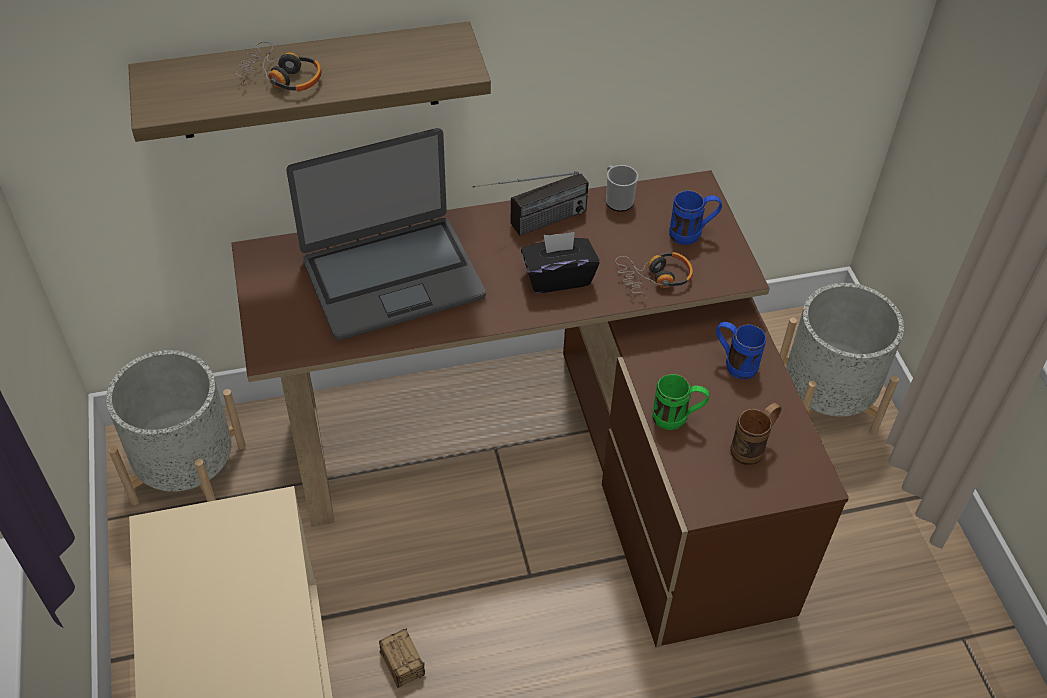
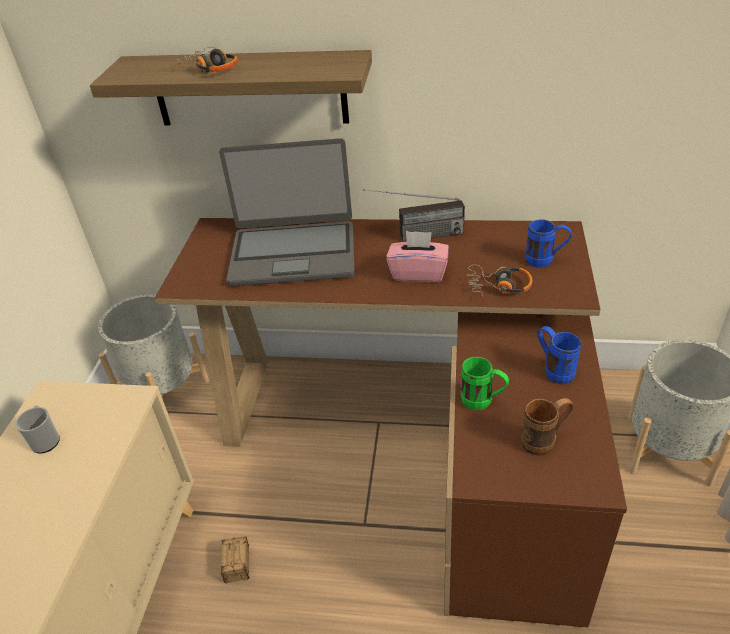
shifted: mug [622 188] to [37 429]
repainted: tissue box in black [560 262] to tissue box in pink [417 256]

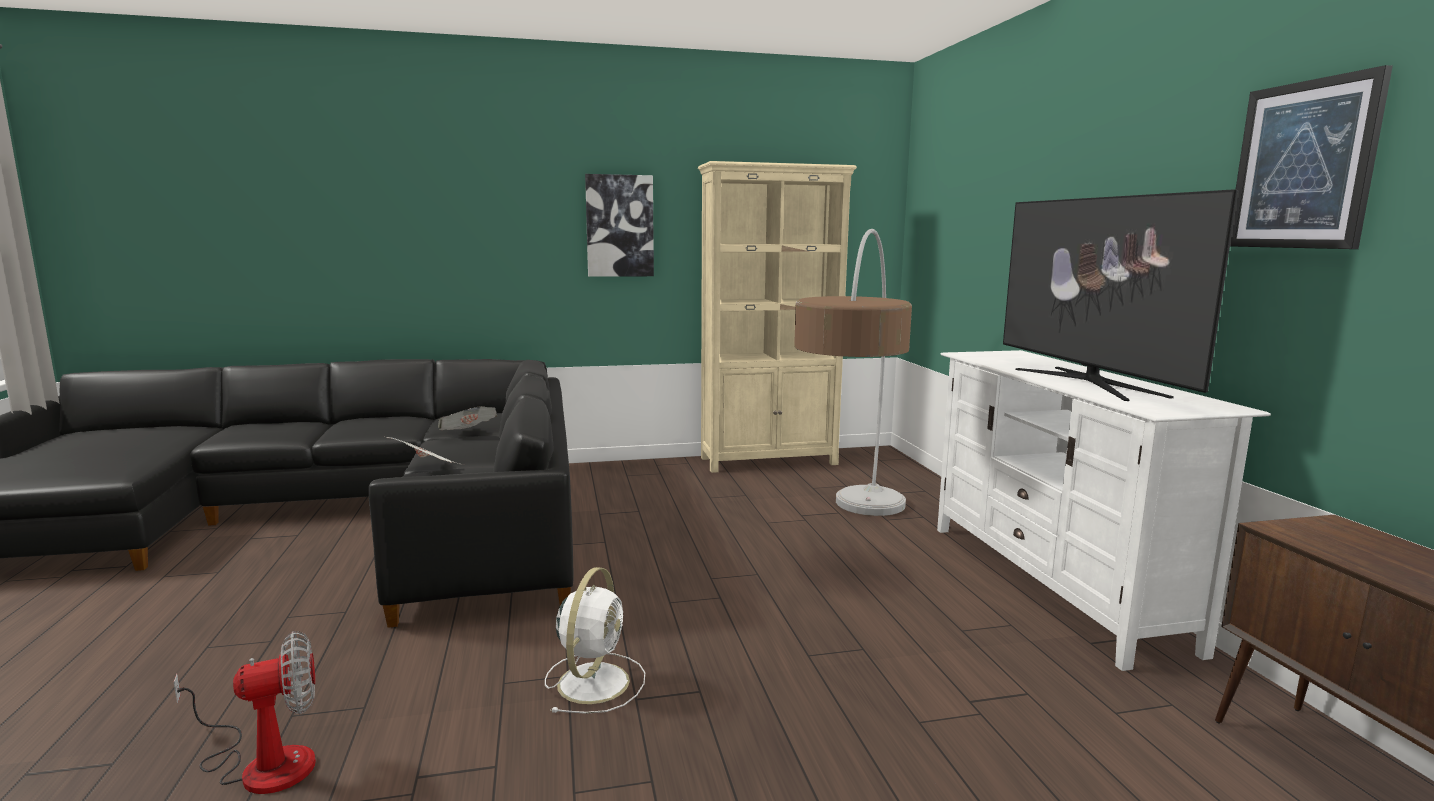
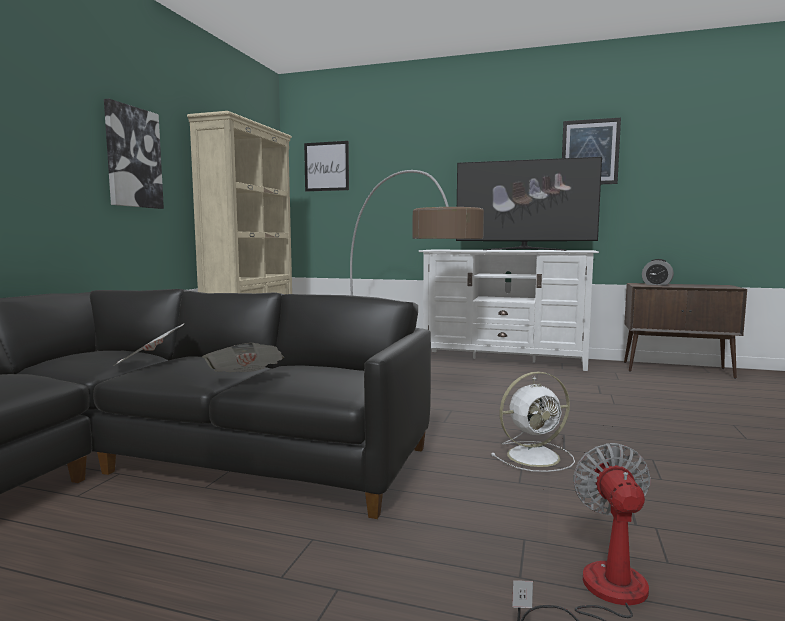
new: picture [326 166]; alarm clock [658 272]
rotated: fan in white [595 640] = [533 422] 120 degrees clockwise

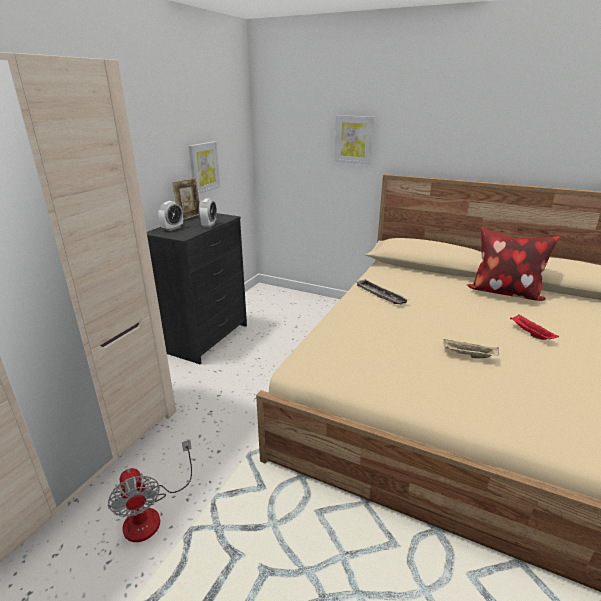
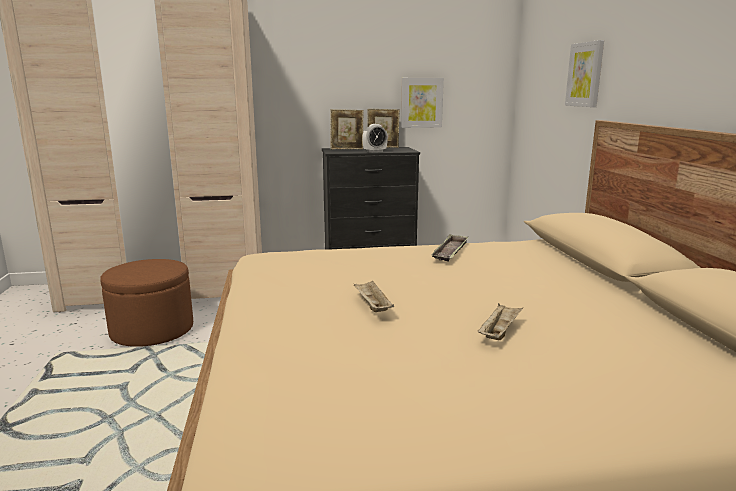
gone: pillow [513 264]
swapped: fan [150 491] to ottoman in brown [146 303]; alarm clock [170 216] to picture frame [347 129]
repainted: tray in red [534 327] to tray in beige [500 321]

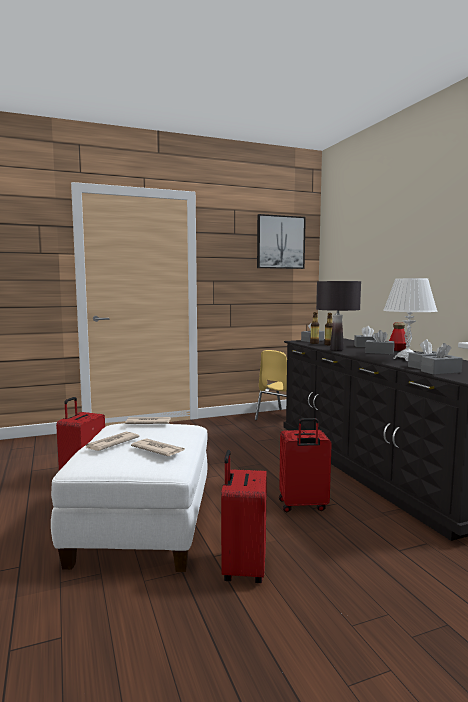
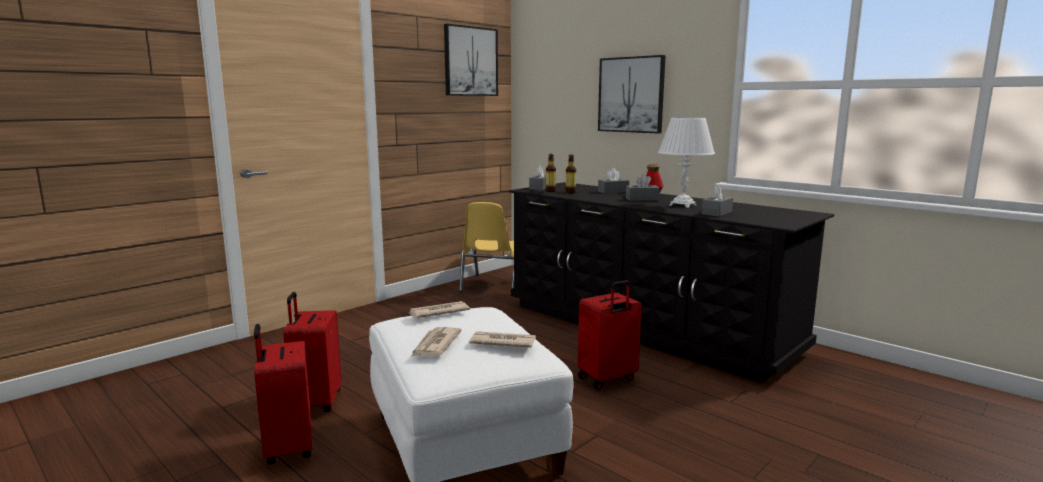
gone: table lamp in black [338 316]; tissue box in grey [442 359]
new: picture [632 94]
shifted: suitcase in red [244 516] to [283 394]

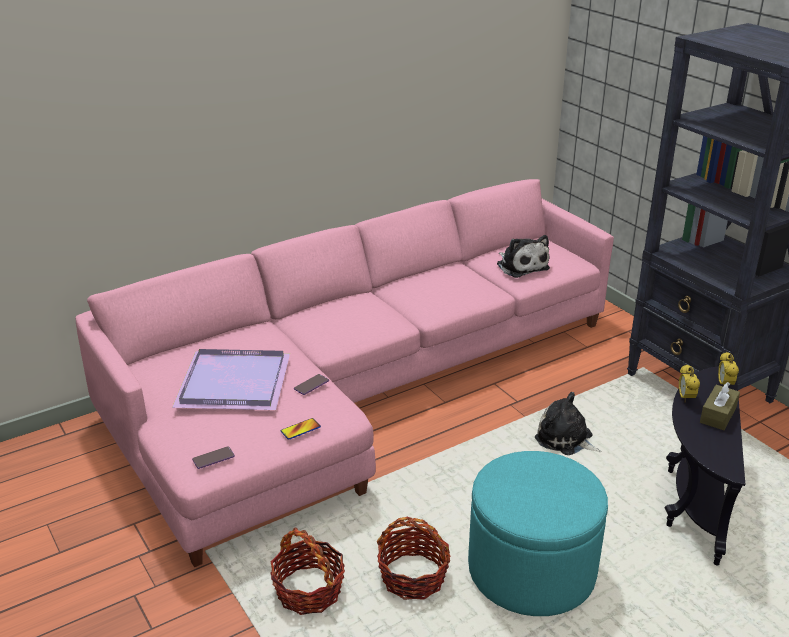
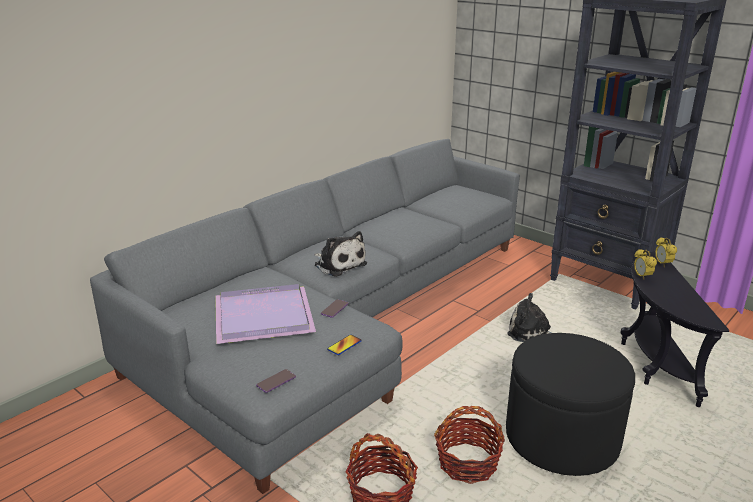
gone: tissue box in brown [720 406]
shifted: plush toy [523 256] to [340 254]
repainted: sofa in pink [344 373] to sofa in grey [305 316]; ottoman in turquoise [538 533] to ottoman in black [570 404]

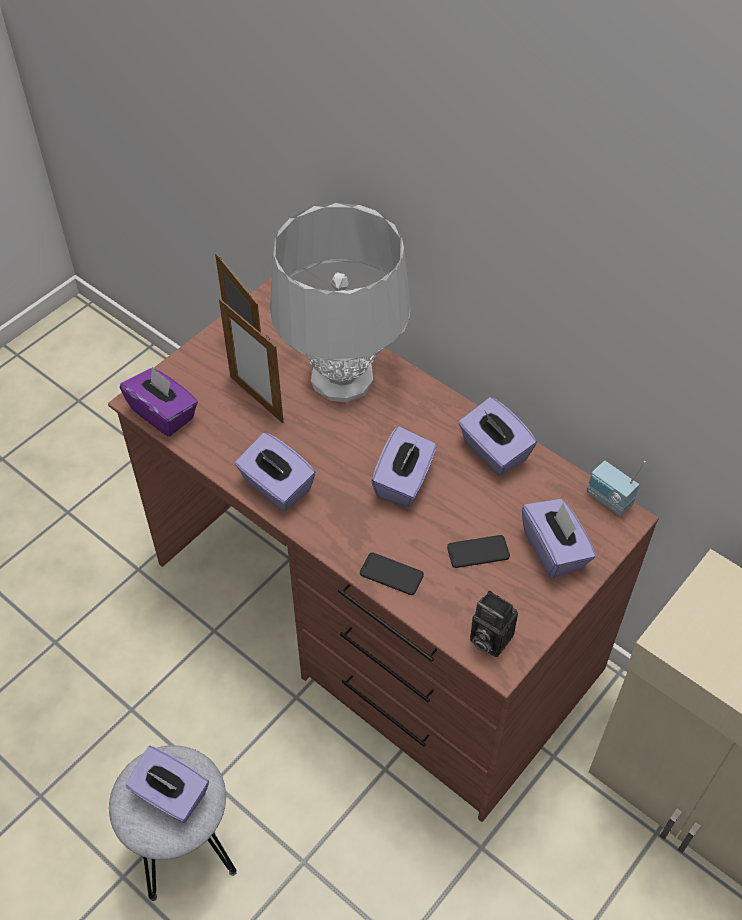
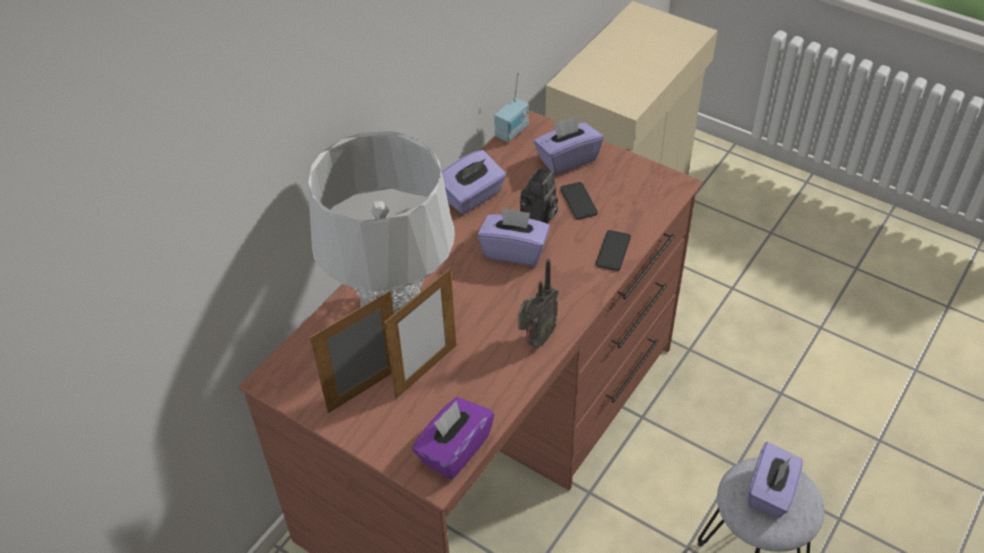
shifted: photo camera [494 624] to [539 195]
swapped: tissue box in purple [275 472] to radio [538 303]

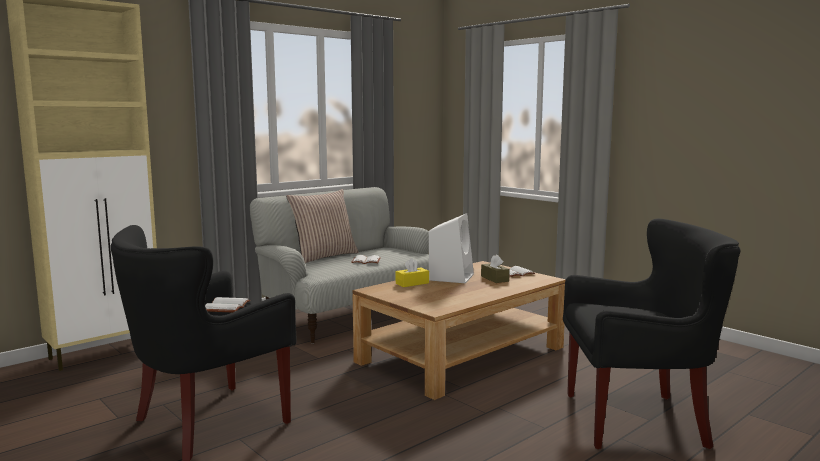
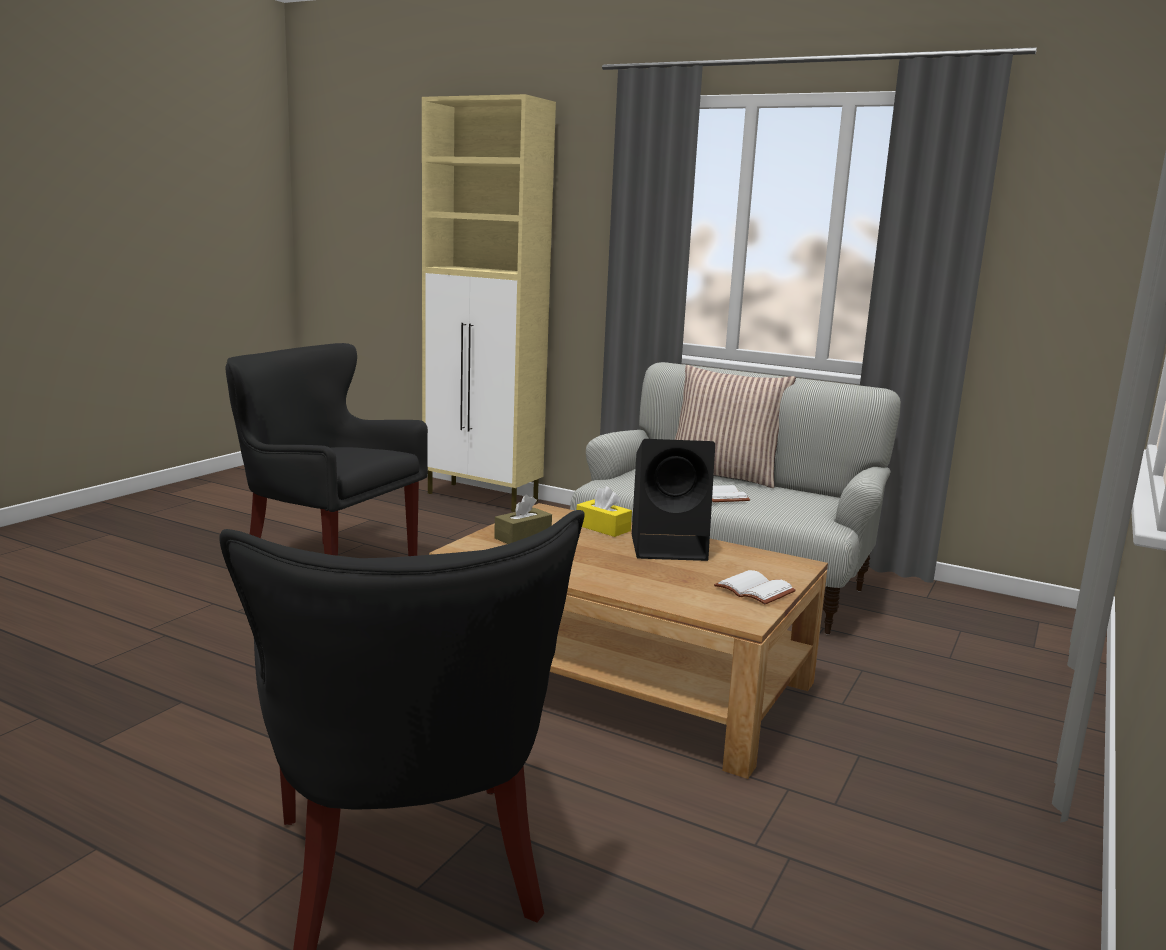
gone: book in white [228 304]
shifted: tissue box in brown [495 268] to [523 519]
repainted: speaker in white [451 248] to speaker in black [673 500]

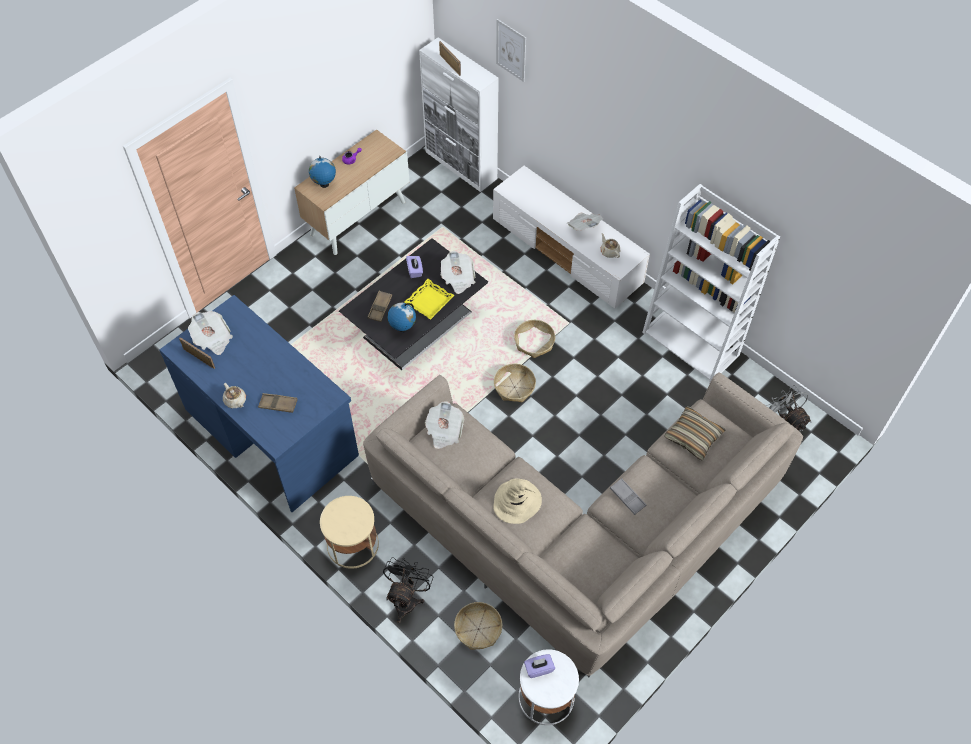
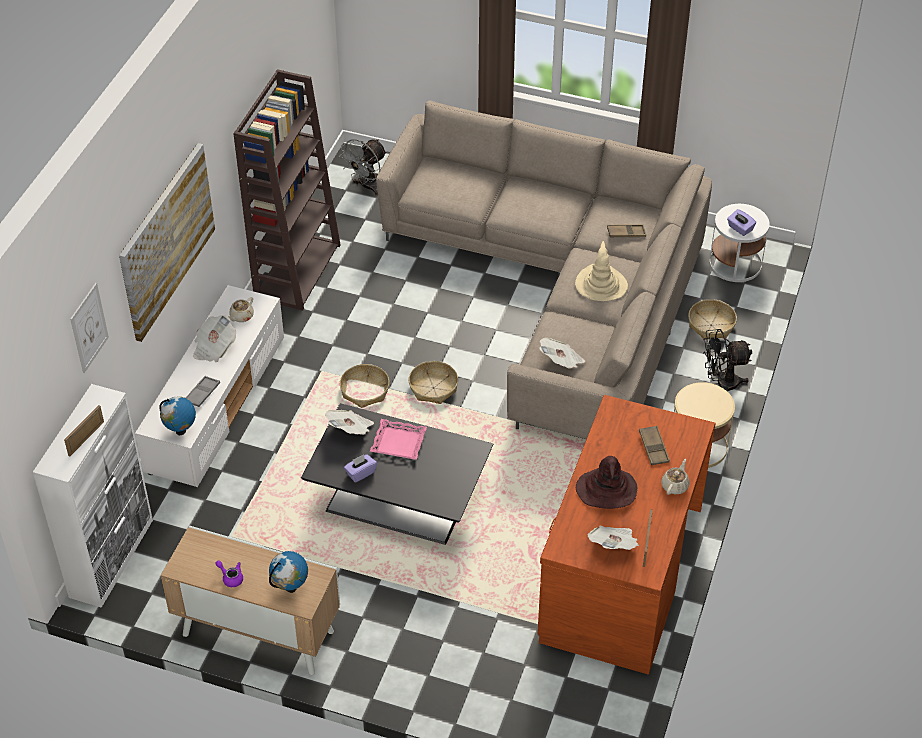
gone: pillow [695 433]
new: picture [167 242]; hat in brown [606 482]
shifted: tray in brown [379 306] to [626 231]; globe [401 318] to [177 415]; tray in grey [628 496] to [203 391]
repainted: desk in blue [259 403] to desk in brown [626 534]; tray in yellow [429 299] to tray in pink [398 439]; bookcase in white [711 283] to bookcase in brown [287 190]

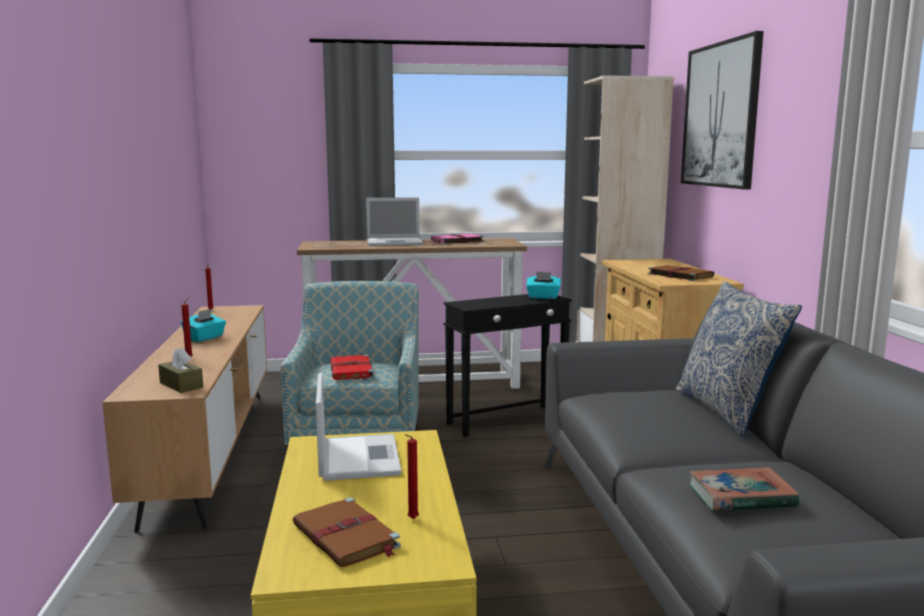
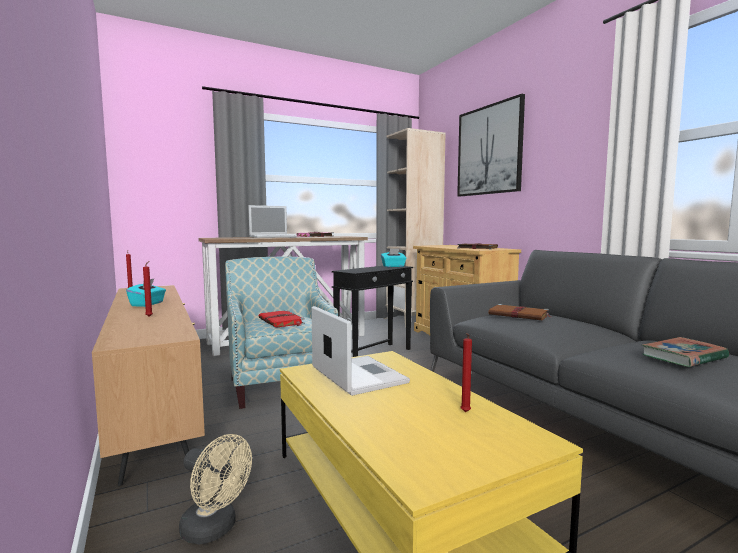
gone: tissue box in brown [180 370]; pillow [739 358]
new: fan in beige [215 489]
shifted: book in brown [347 532] to [520 312]

